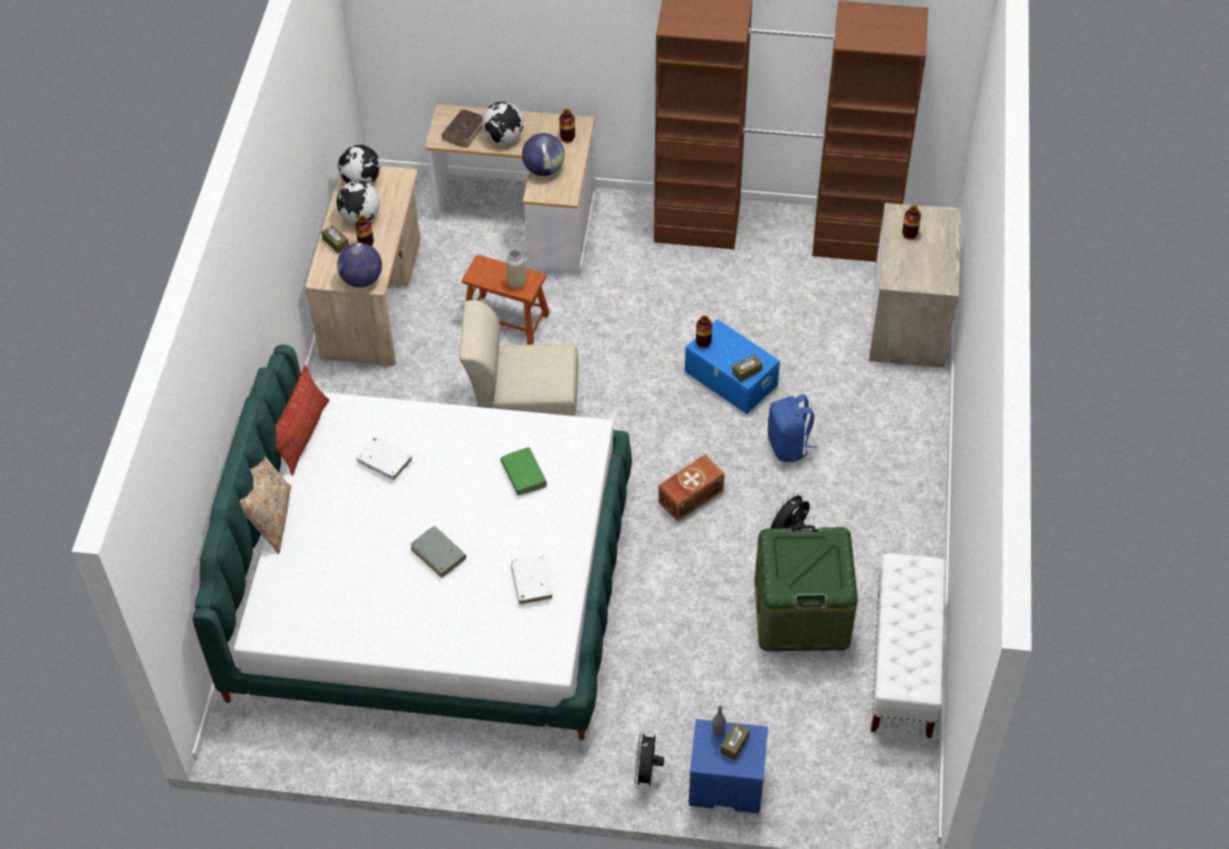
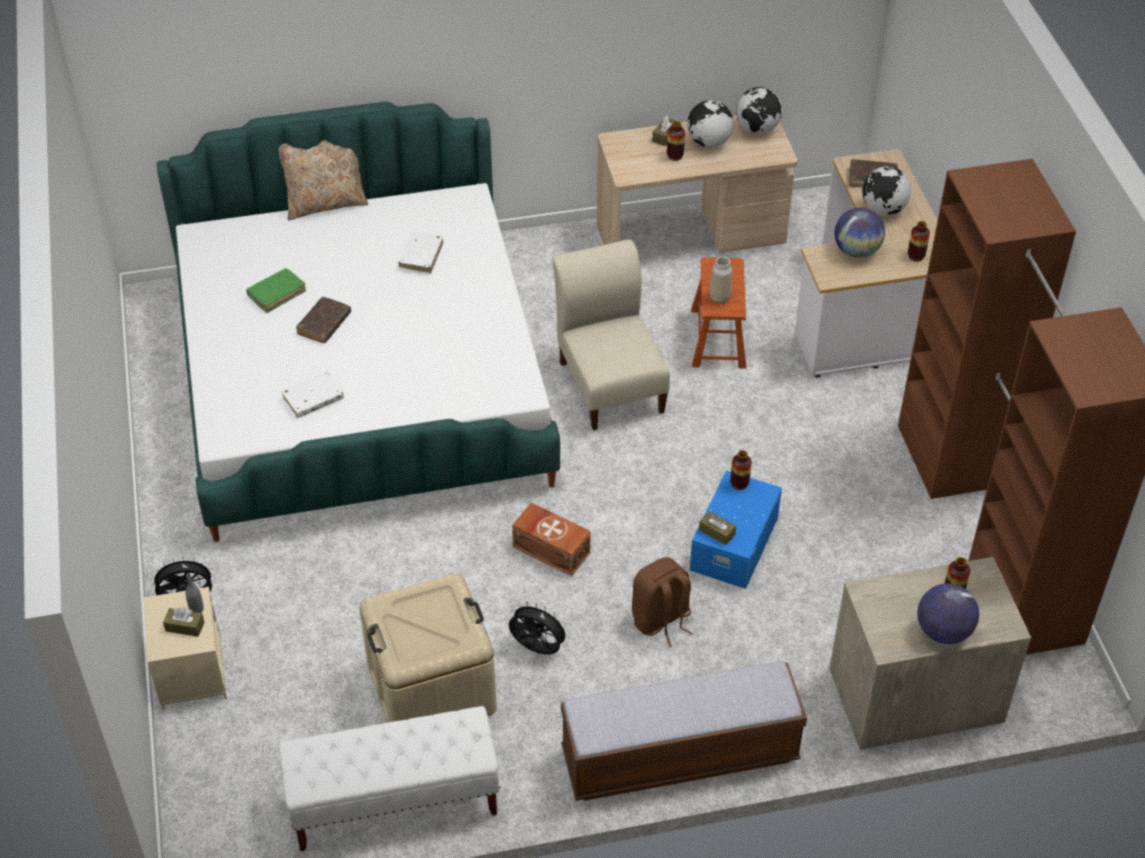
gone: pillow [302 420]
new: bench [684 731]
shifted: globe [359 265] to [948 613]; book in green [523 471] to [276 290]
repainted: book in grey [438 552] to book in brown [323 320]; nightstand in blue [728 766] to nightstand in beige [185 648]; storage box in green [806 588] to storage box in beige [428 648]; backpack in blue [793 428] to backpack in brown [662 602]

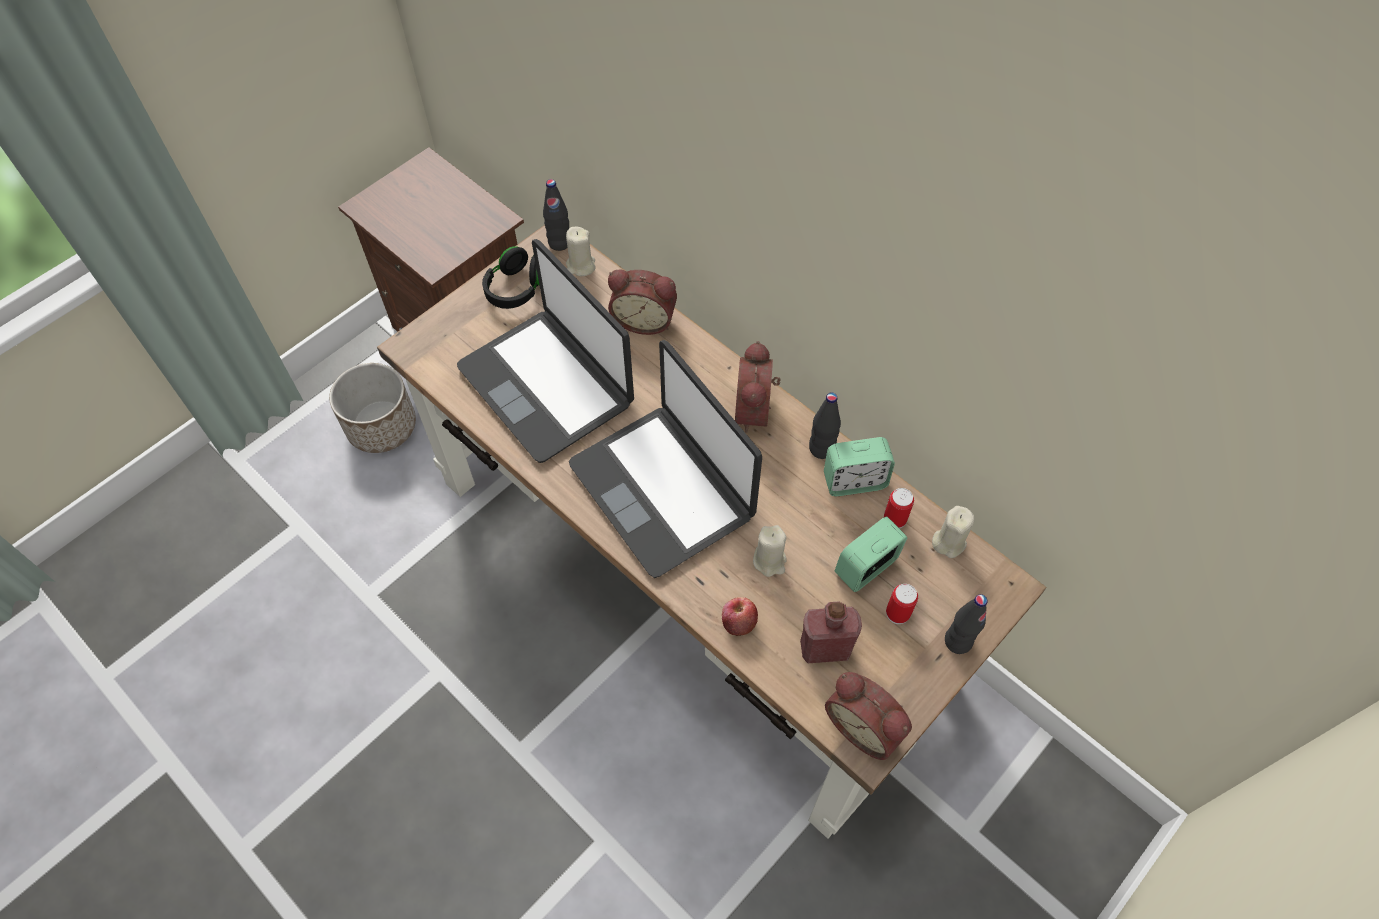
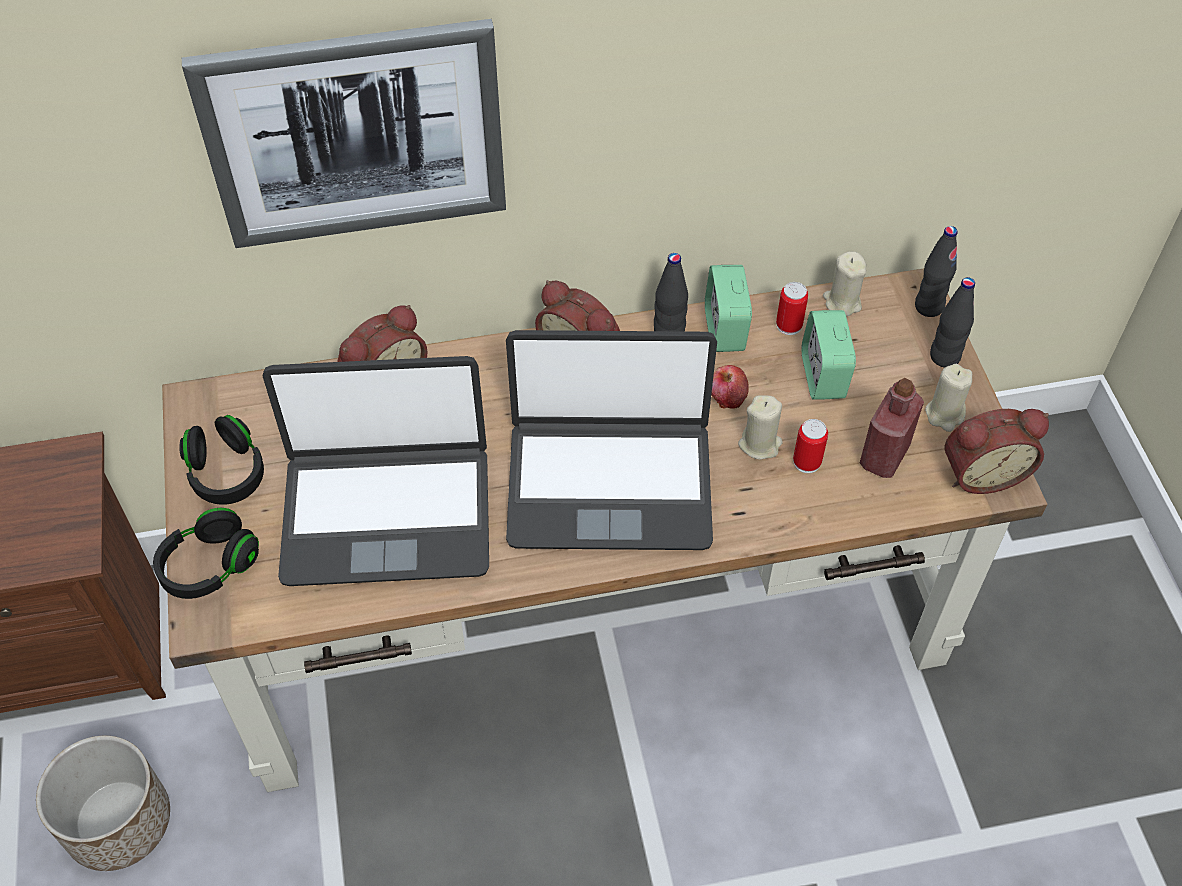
new: headphones in black [206 553]; picture [344 133]
shifted: bottle in black [556 215] to [936 271]; candle in beige [581 251] to [948 398]; apple [740 616] to [730 387]; can [902 604] to [810 446]
rotated: alarm clock [859 466] = [728 308] 150 degrees clockwise

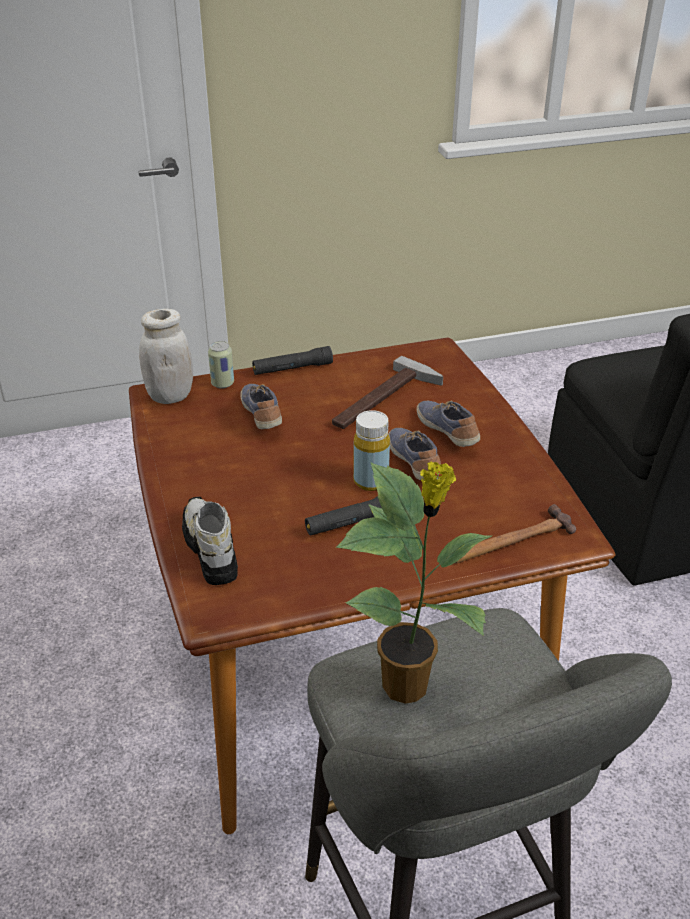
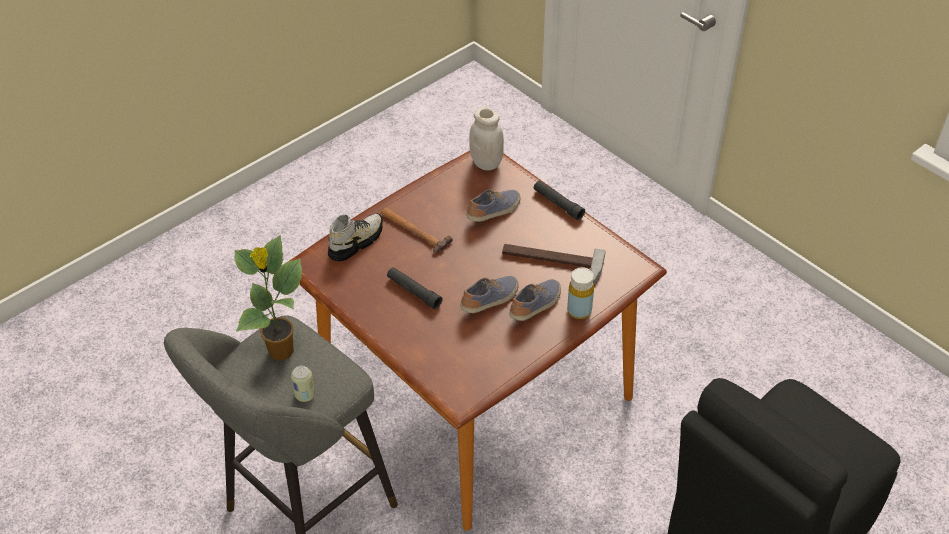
shifted: can [221 365] to [303 384]; bottle in yellow [371 450] to [580 293]; hammer [515 534] to [417 230]

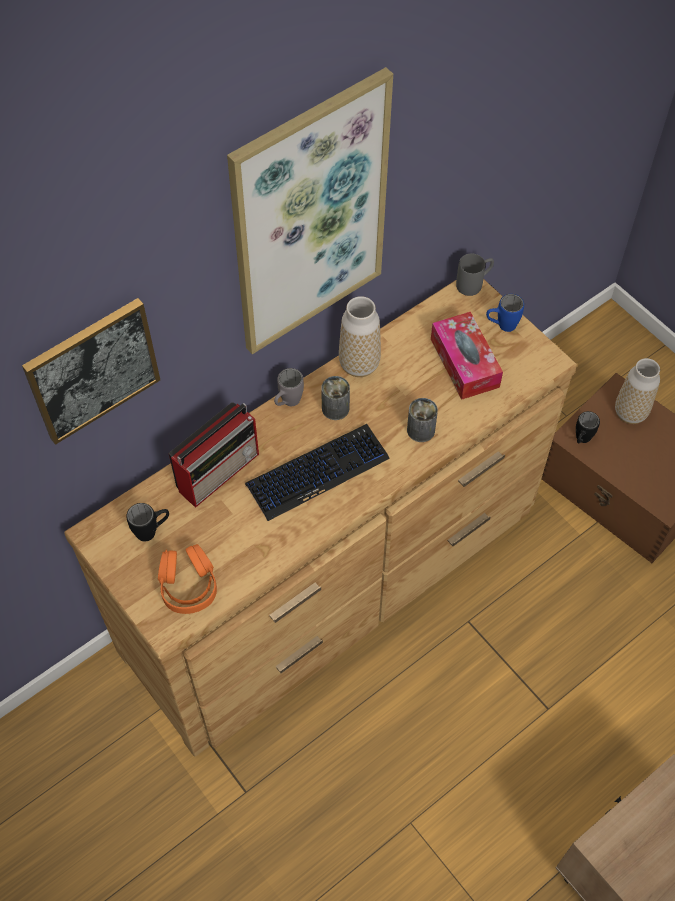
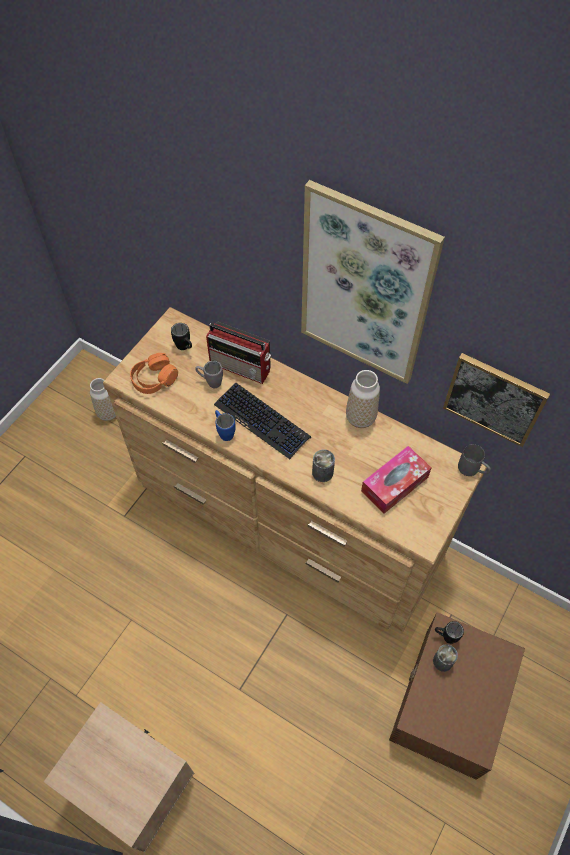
shifted: picture [91 371] to [496 400]; mug in grey [289 387] to [209 374]; can [335 398] to [445 658]; mug in blue [505 313] to [225 425]; vase [637 391] to [103 399]

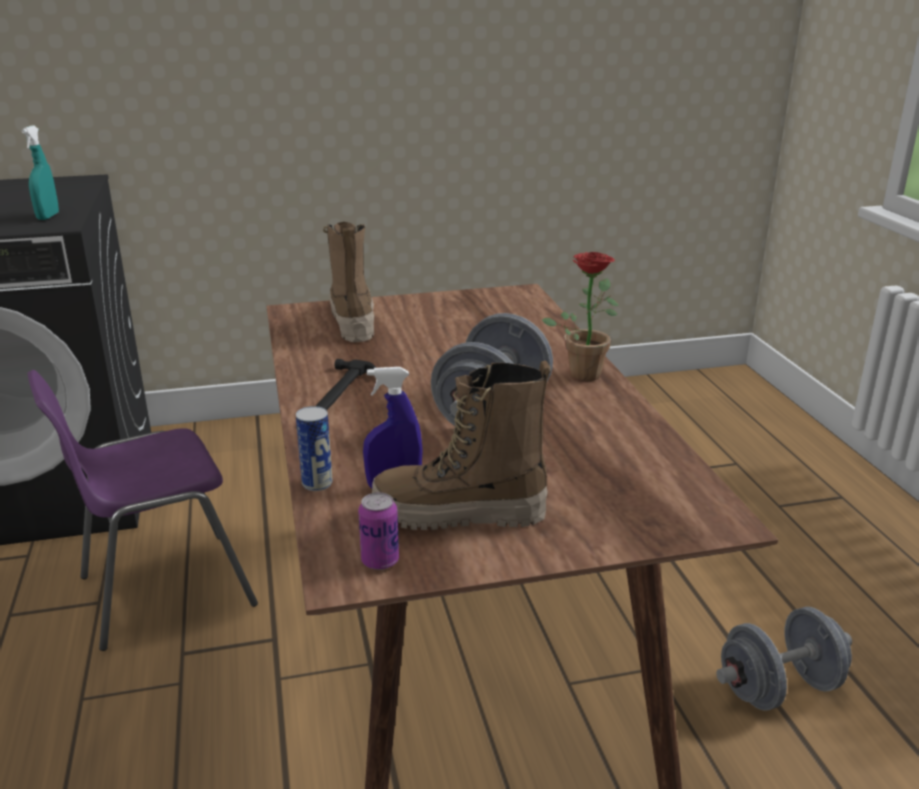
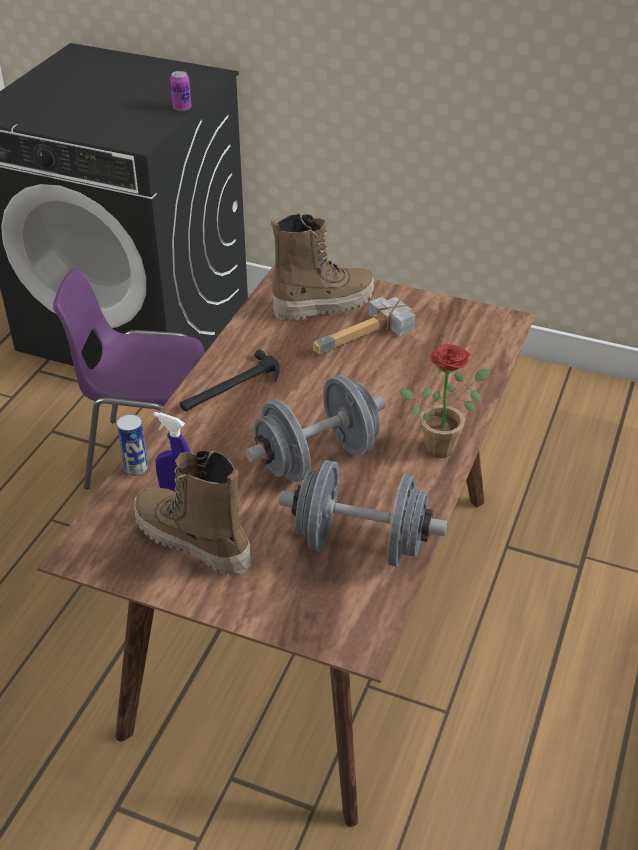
gone: spray bottle in turquoise [40 173]
new: hammer [364 325]
shifted: can [378 531] to [181 91]; dumbbell in grey [784 659] to [363 513]
rotated: boot [348 282] = [322 267] 45 degrees clockwise

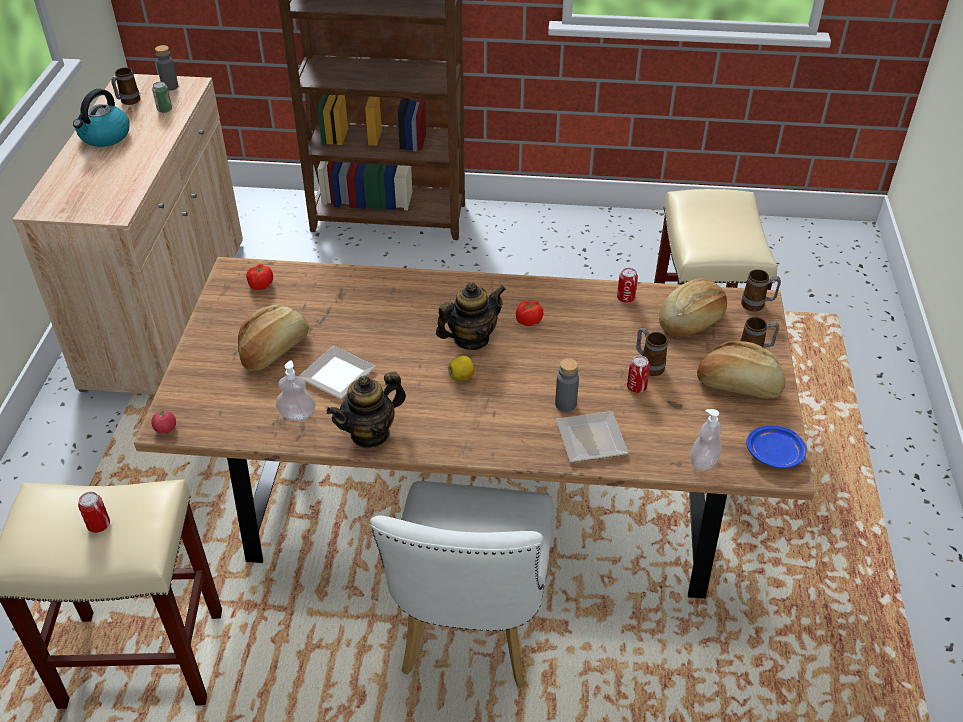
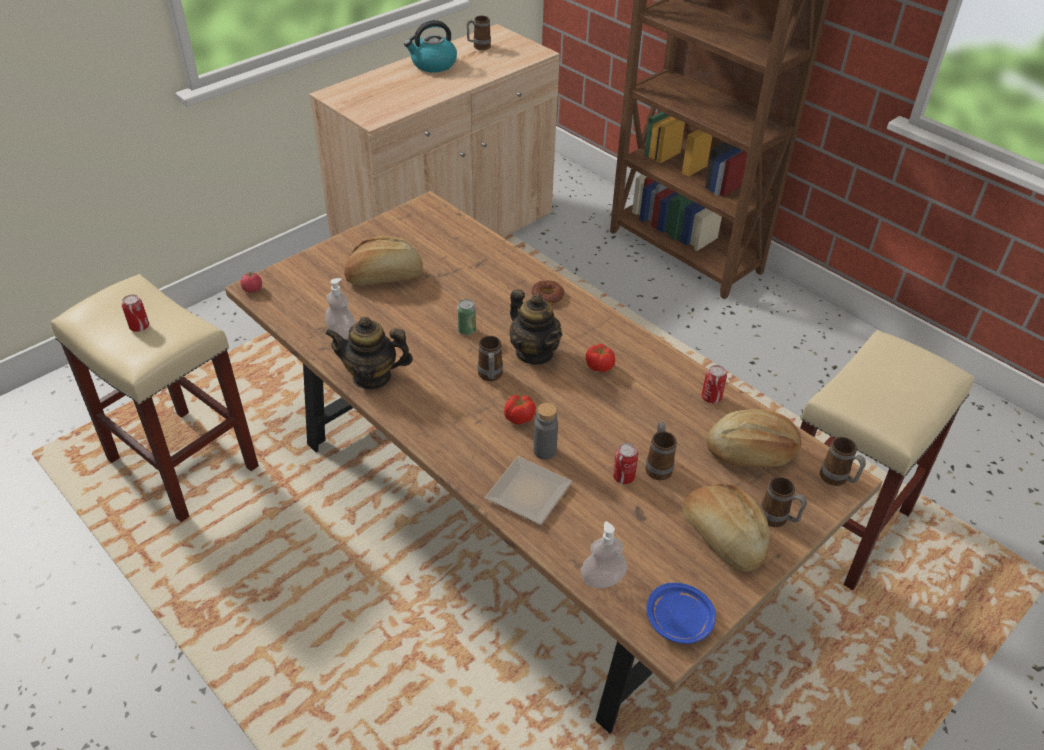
gone: bottle in grey [166 68]; plate [337 372]; chair in white [461 584]
new: donut [548 292]
shifted: can [162 97] to [466 317]; tomato [259 277] to [520 409]
swapped: lemon [461 368] to mug [490 358]
rotated: teapot [471 316] = [535 326] 45 degrees clockwise

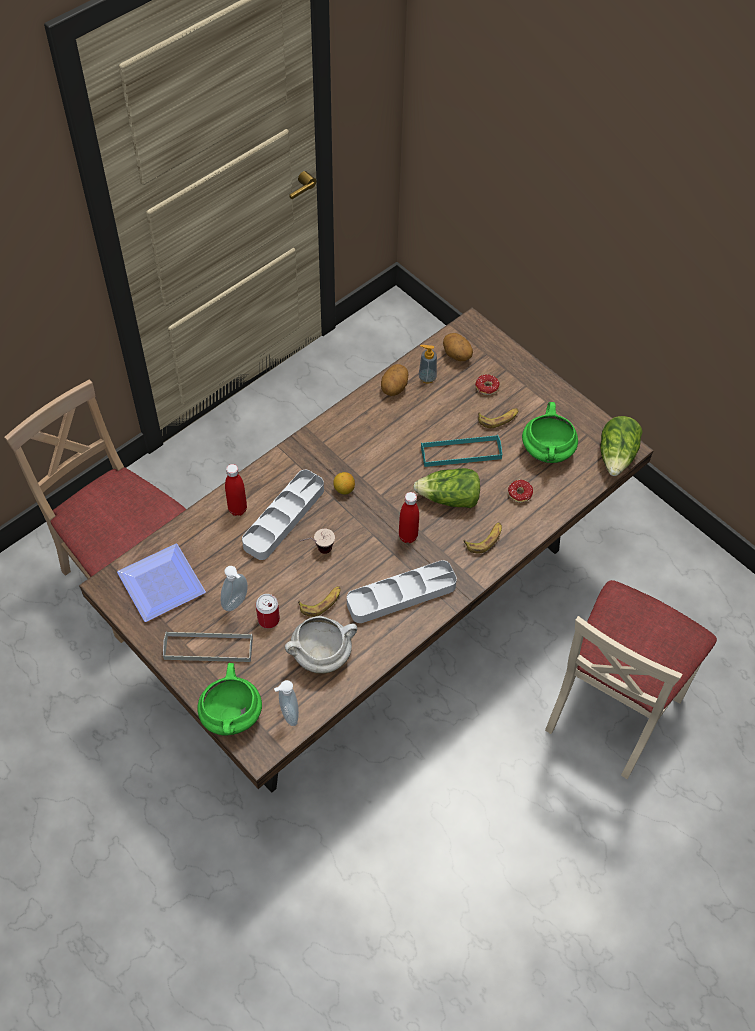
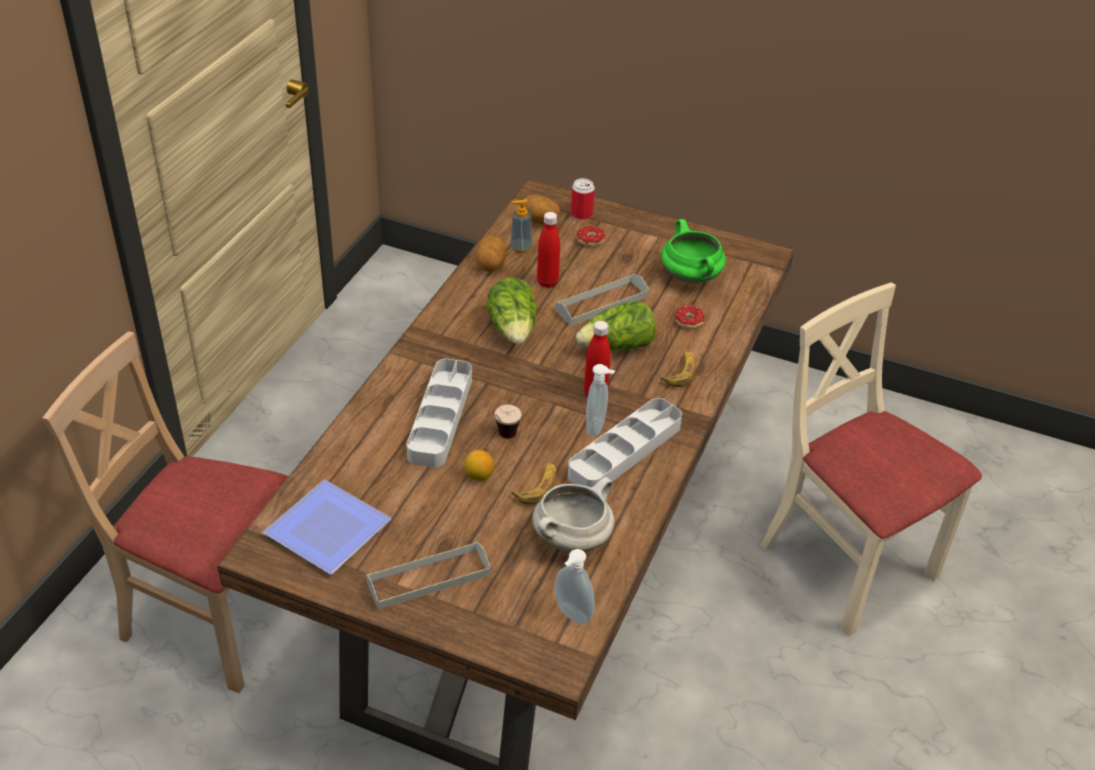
gone: cooking pot in green [229 699]; banana [498 418]
shifted: soap dispenser [234 588] to [600 400]; bottle in red [236 490] to [548 250]; can [268 611] to [583 199]; lemon [344 483] to [479 465]; lettuce [621 446] to [512 311]
repainted: tray in turquoise [461 451] to tray in grey [602 300]
rotated: chair in beige [631 679] = [871 459] 135 degrees clockwise

